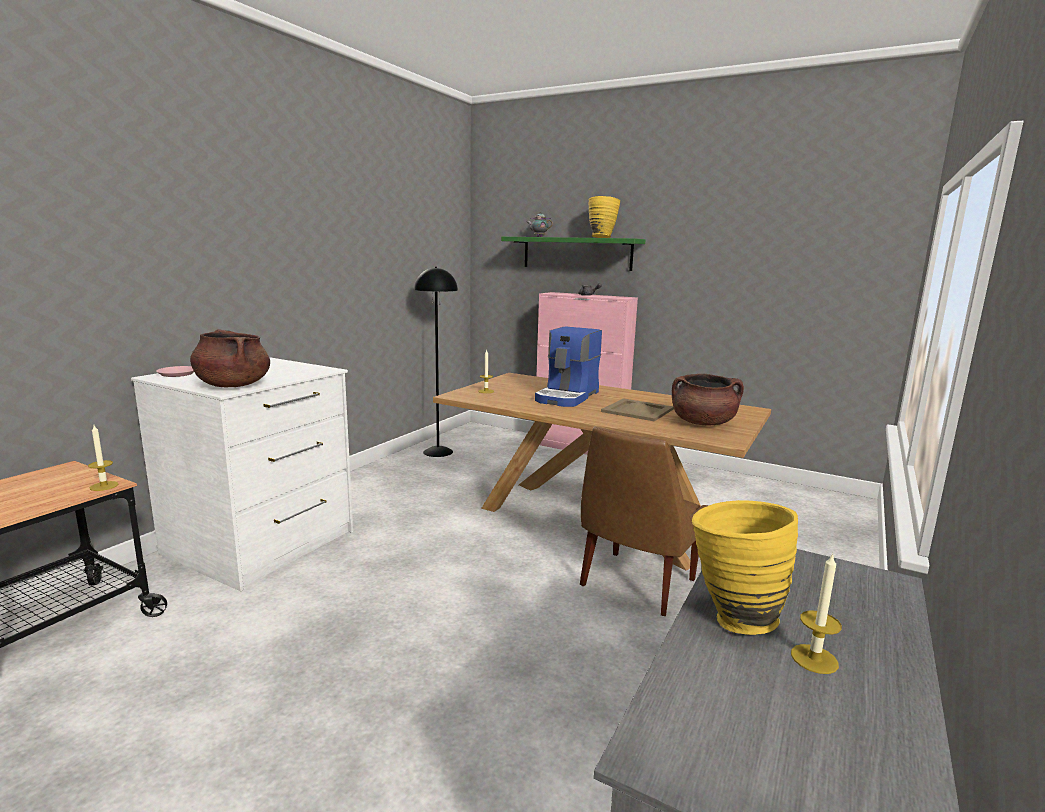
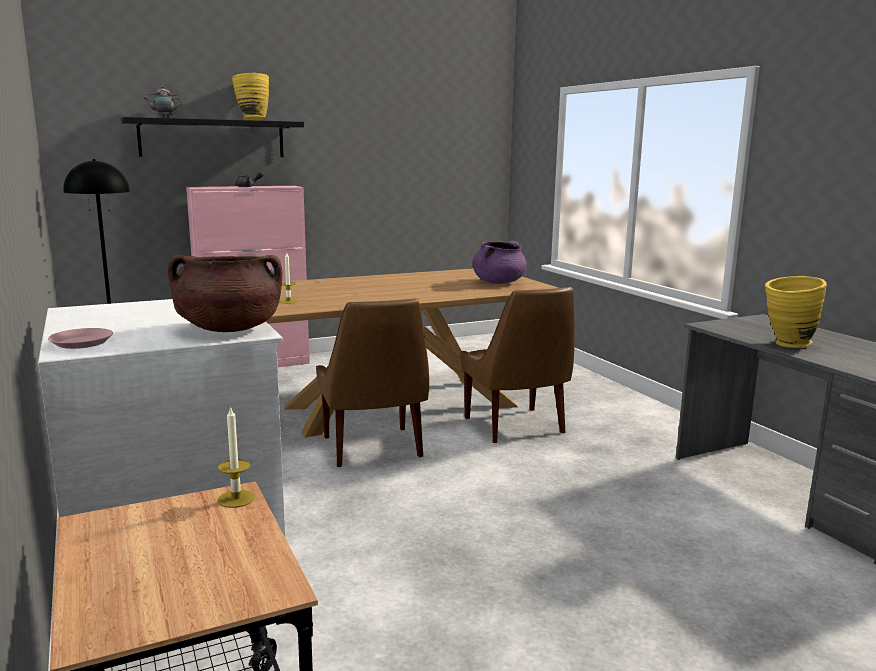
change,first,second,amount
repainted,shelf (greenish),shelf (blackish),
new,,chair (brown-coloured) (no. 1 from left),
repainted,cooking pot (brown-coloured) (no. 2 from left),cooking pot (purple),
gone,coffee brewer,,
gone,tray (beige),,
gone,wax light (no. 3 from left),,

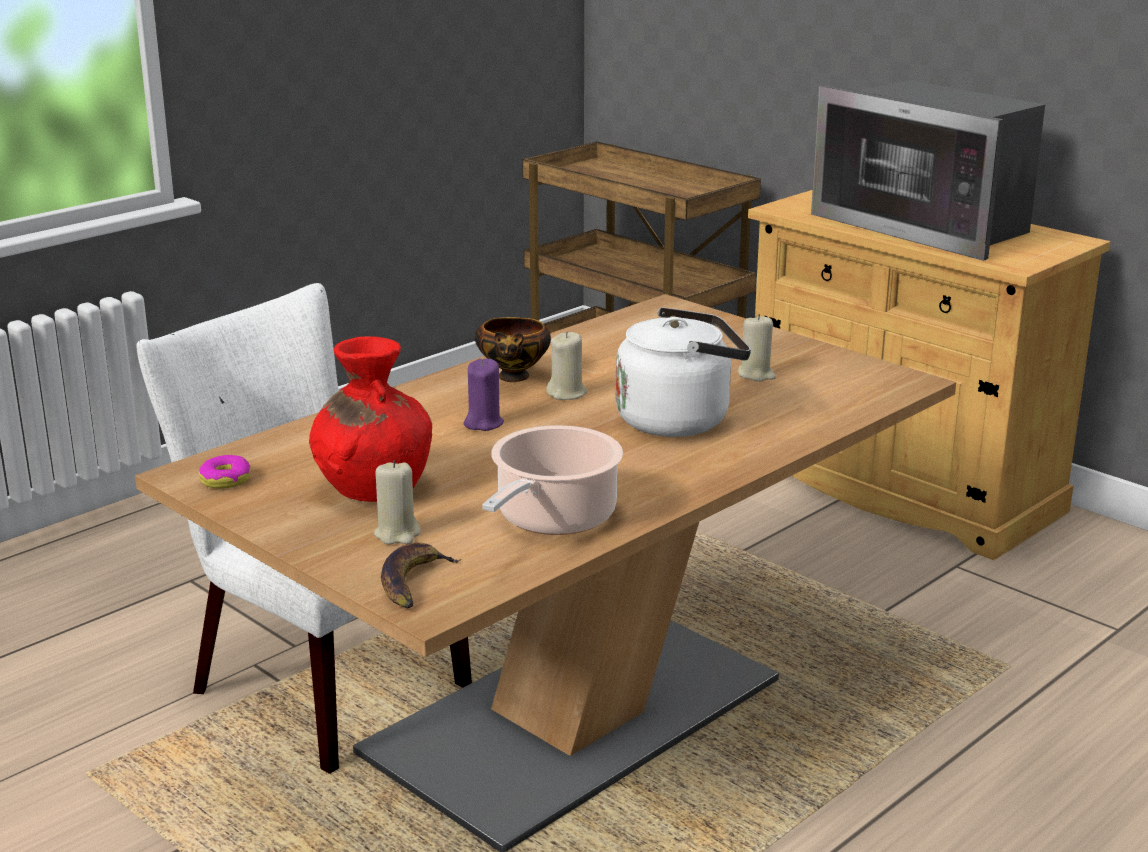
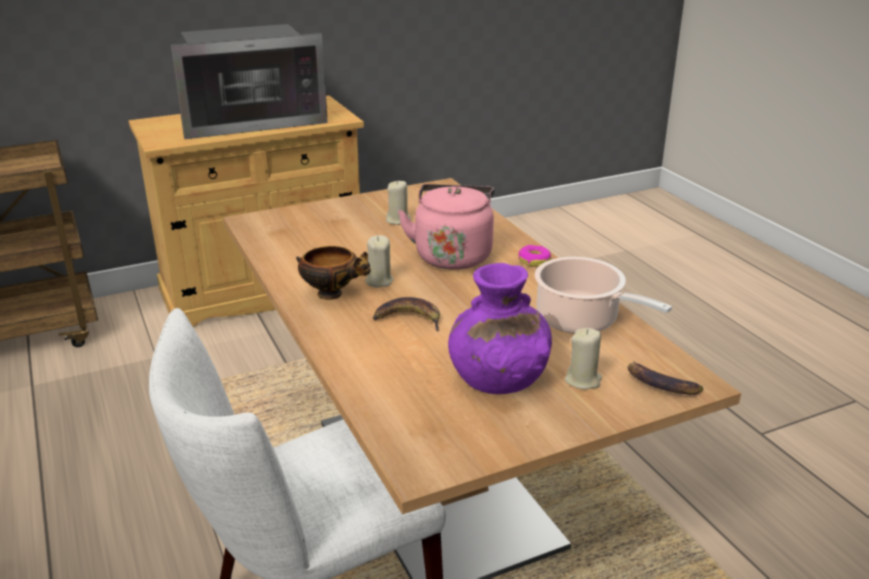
change,first,second,amount
swapped,wax light (purple),banana fruit (no. 1 from left),
repainted,kettle (white-coloured),kettle (pink-coloured),
repainted,decorative vase (reddish),decorative vase (purple),
shifted,donut,,

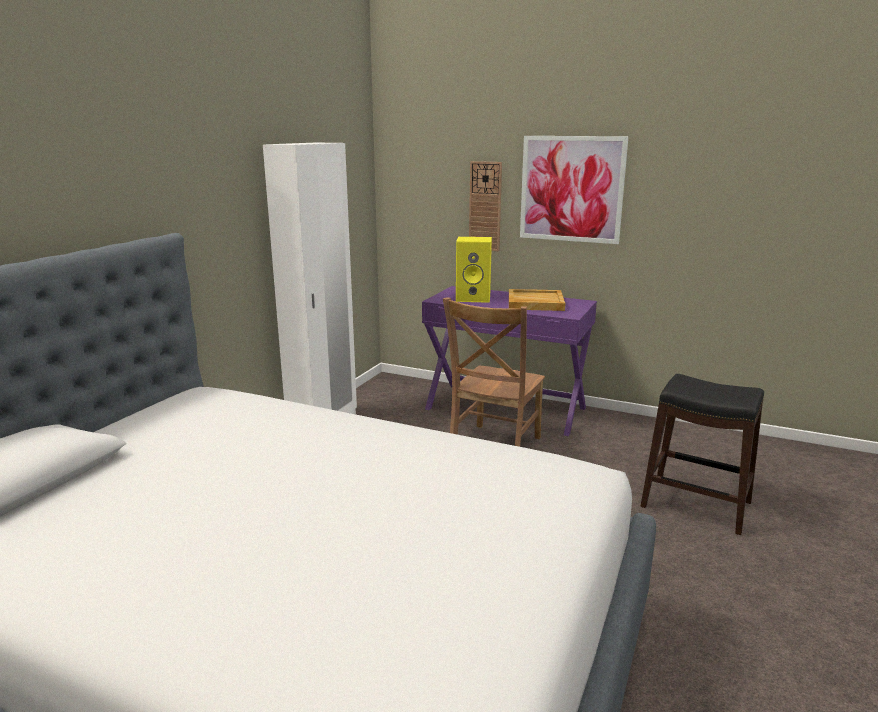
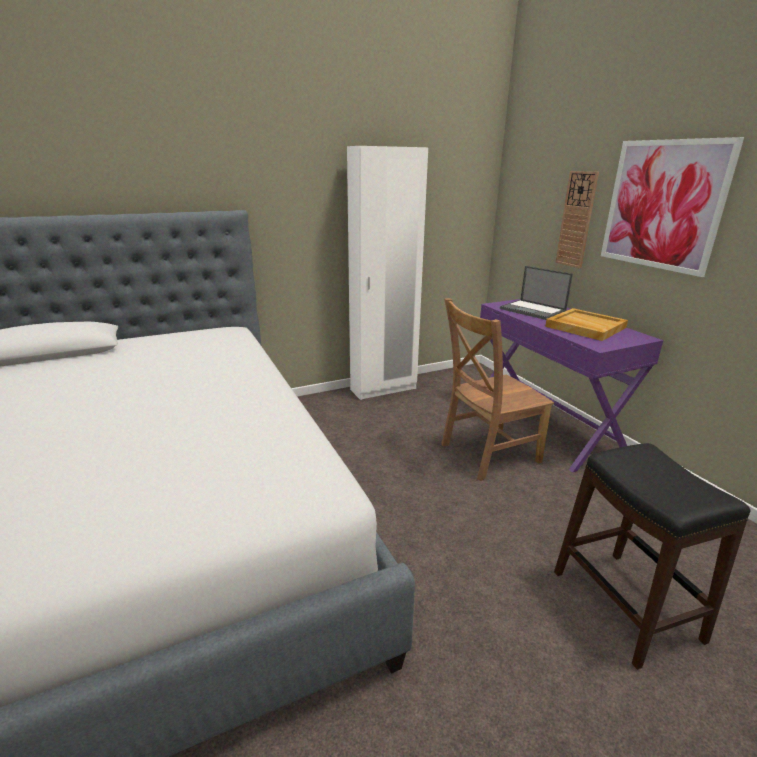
change,first,second,amount
swapped,speaker (yellow),laptop,

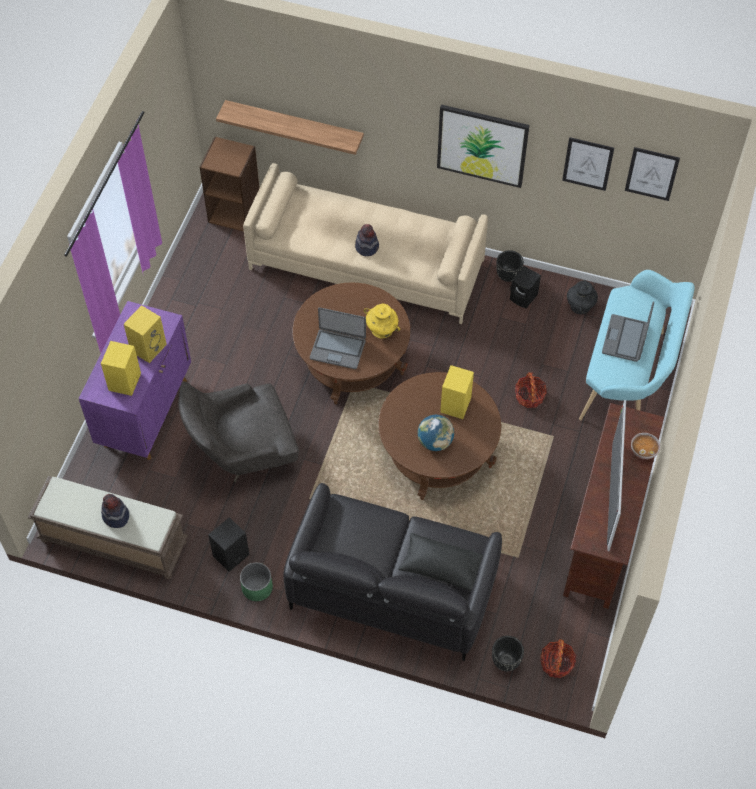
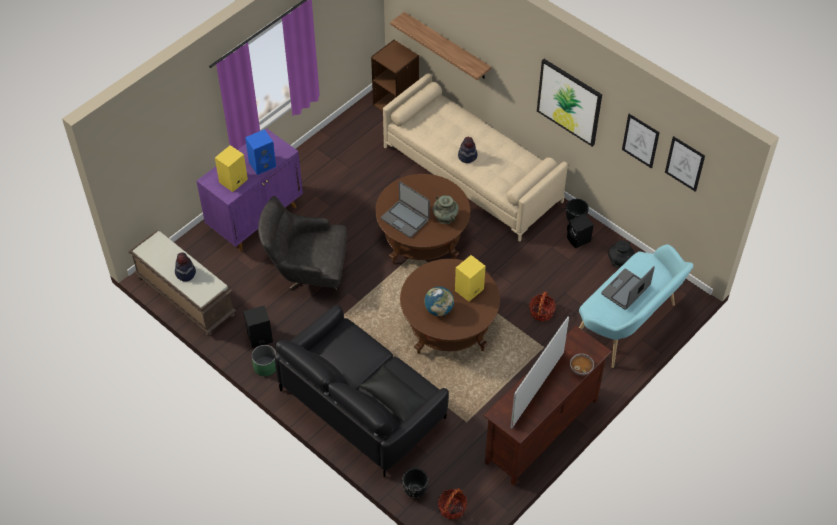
change,first,second,amount
repainted,speaker (yellow) (no. 2 from left),speaker (blue-coloured),
repainted,decorative vase (yellow),decorative vase (blue-green),

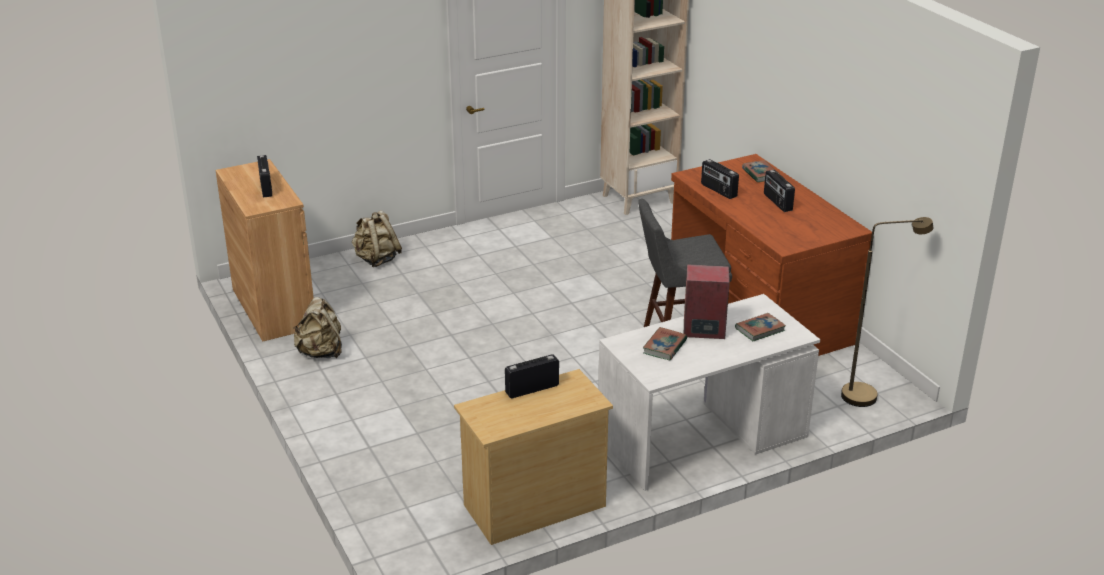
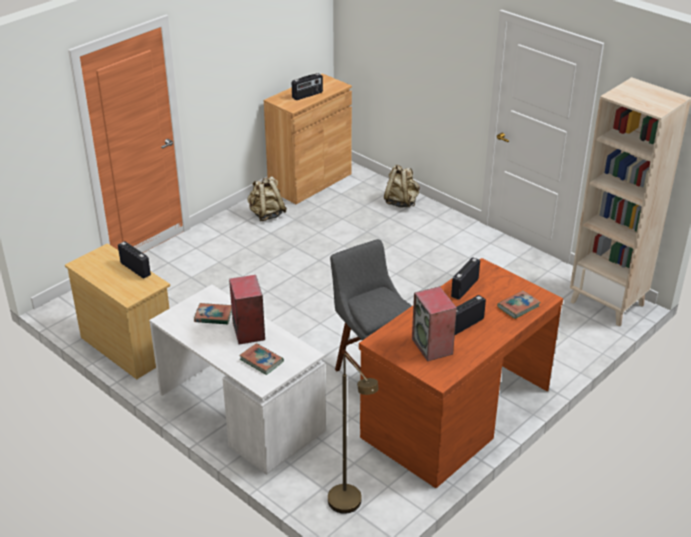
change,first,second,amount
new,,speaker (no. 2 from left),

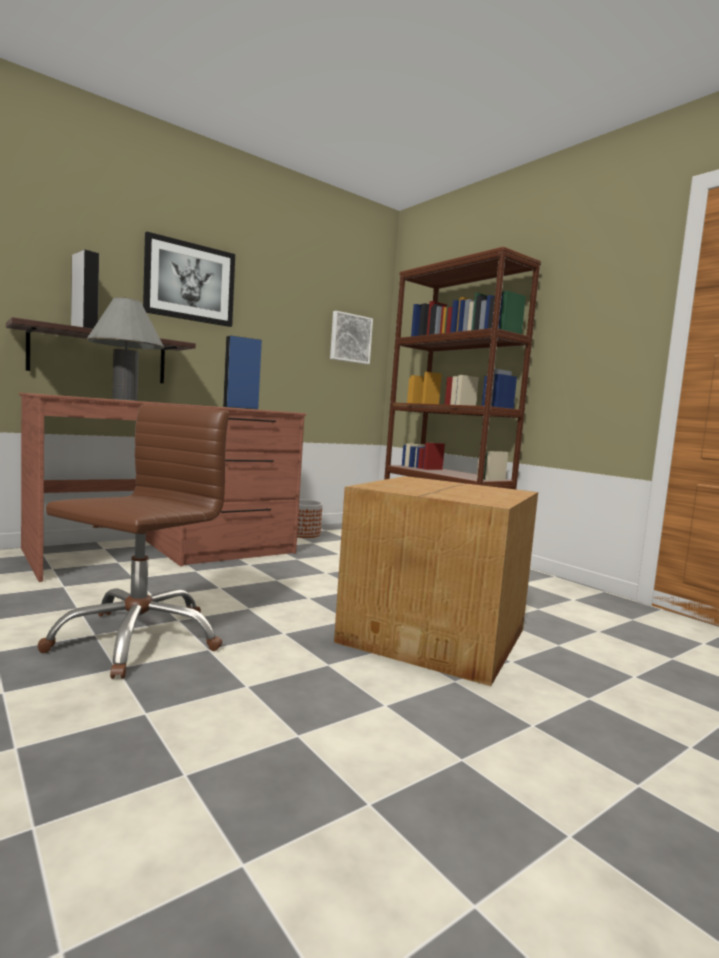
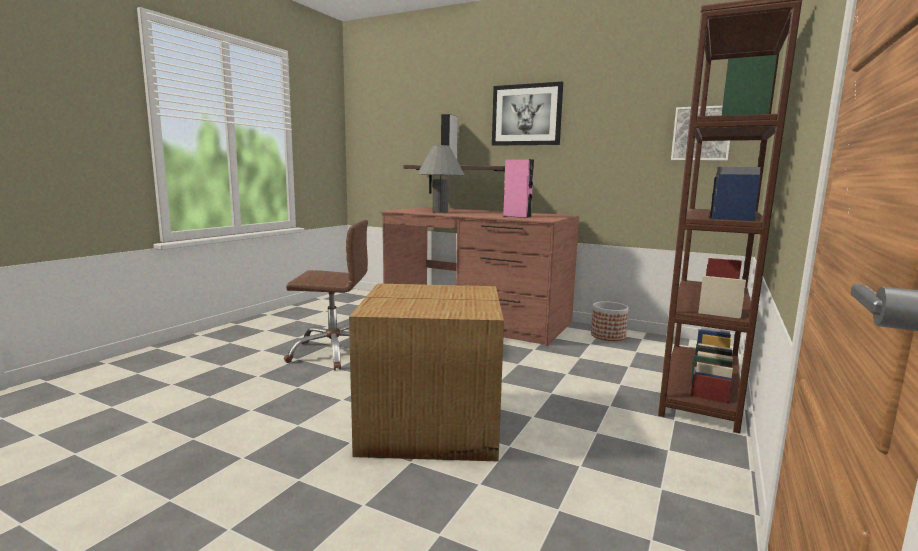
change,first,second,amount
repainted,speaker (blue-coloured),speaker (pink-coloured),

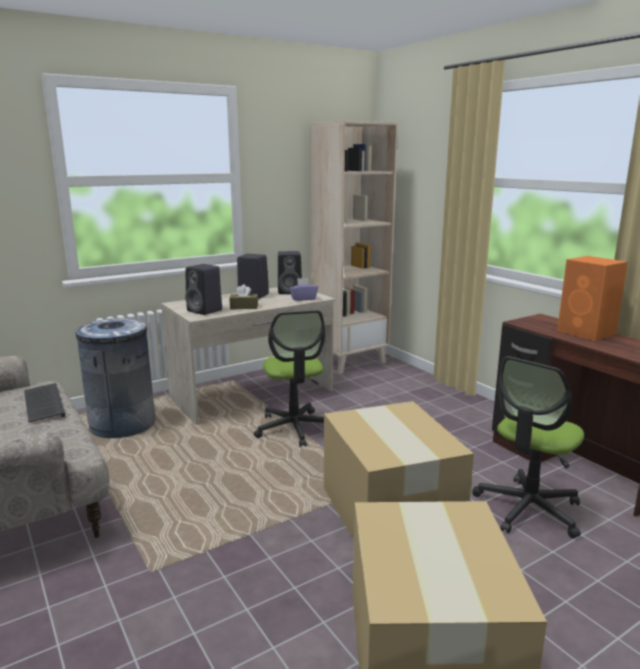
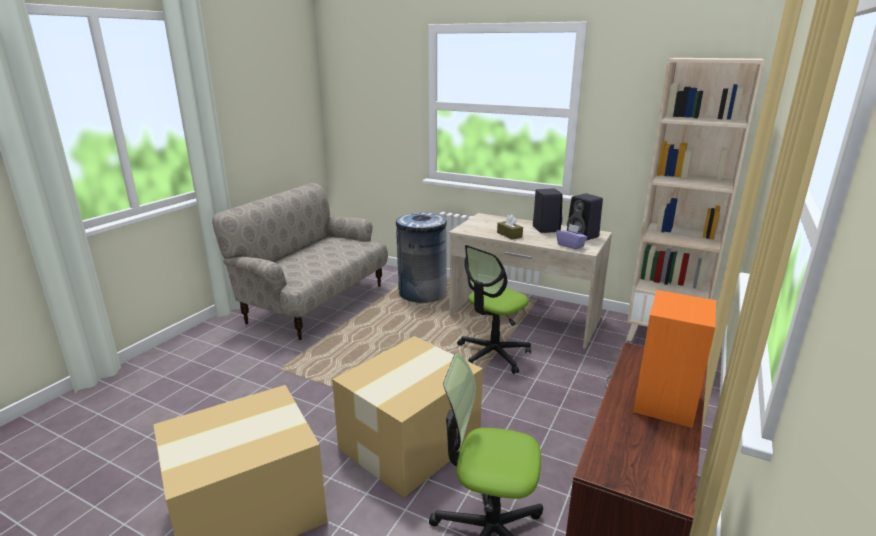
change,first,second,amount
gone,PC keyboard,,
gone,speaker (blackish) (no. 1 from left),,

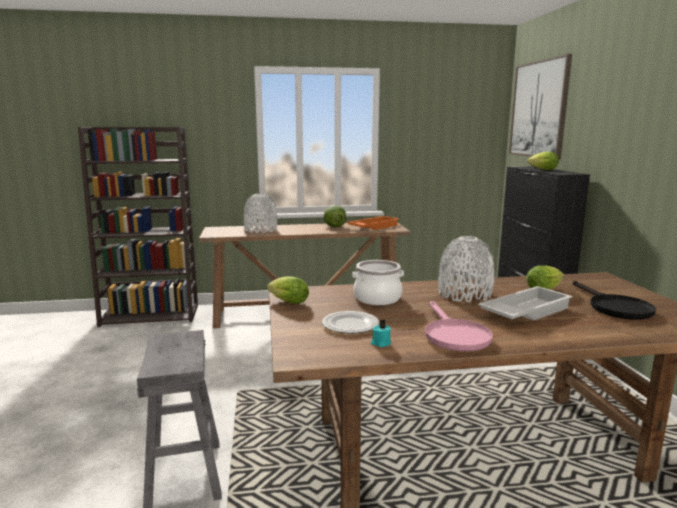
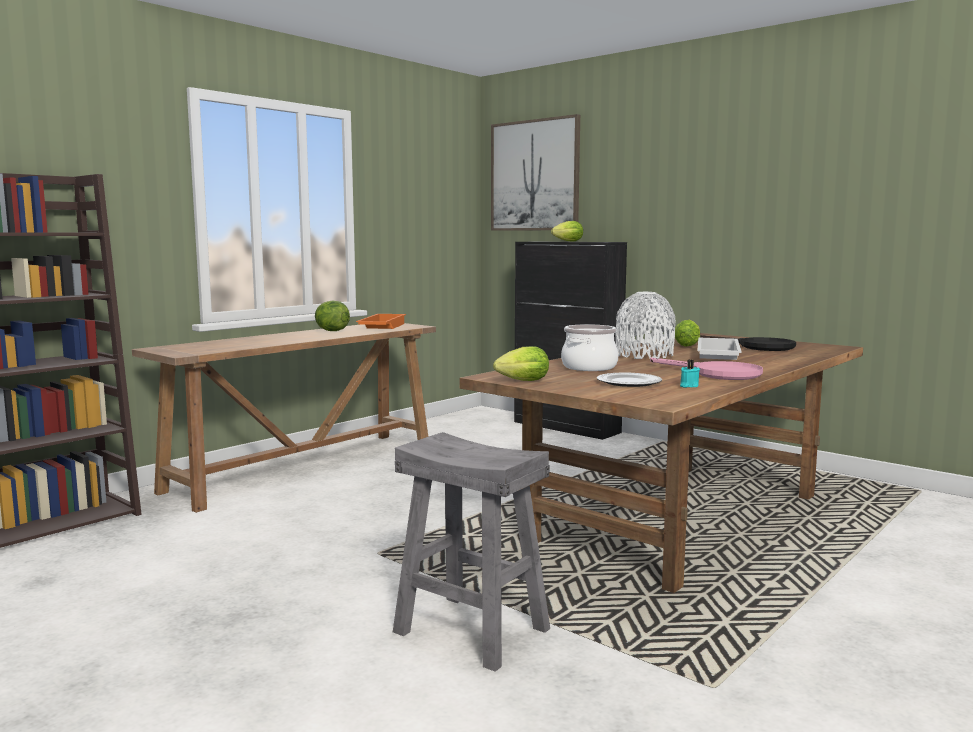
change,first,second,amount
gone,decorative vase (white-coloured) (no. 1 from left),,

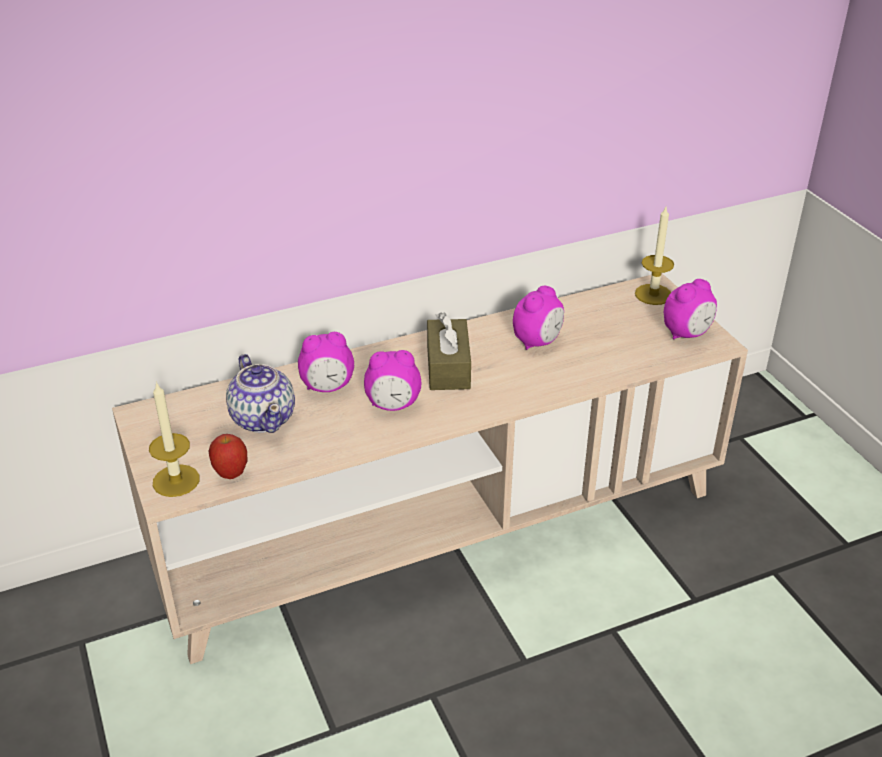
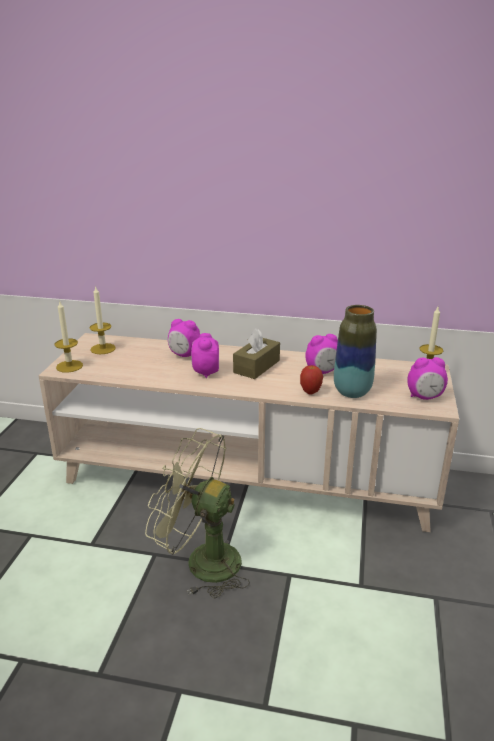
change,first,second,amount
new,,wax light (no. 2 from left),
new,,fan (greenish),
rotated,alarm clock (no. 2 from left),,60 degrees clockwise
shifted,apple fruit,,
new,,decorative vase,
gone,tea pot,,

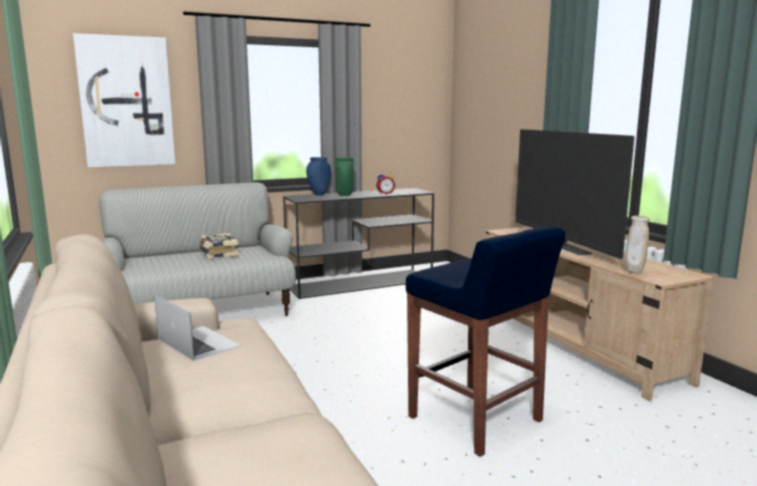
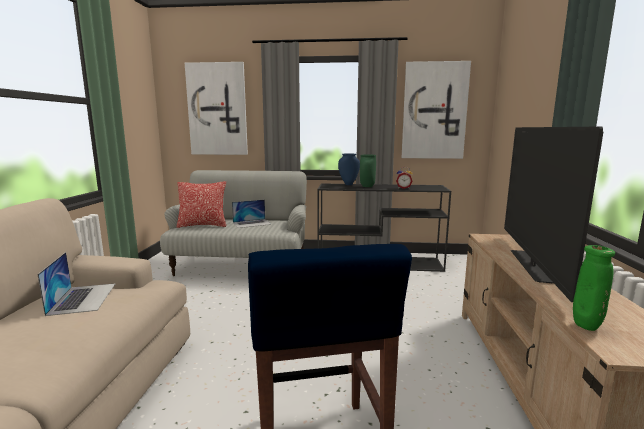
change,first,second,amount
new,,cushion,
swapped,bound book,laptop (no. 2 from left),
new,,picture (no. 2 from left),
repainted,decorative vase (beige),decorative vase (greenish) (no. 2 from left),

